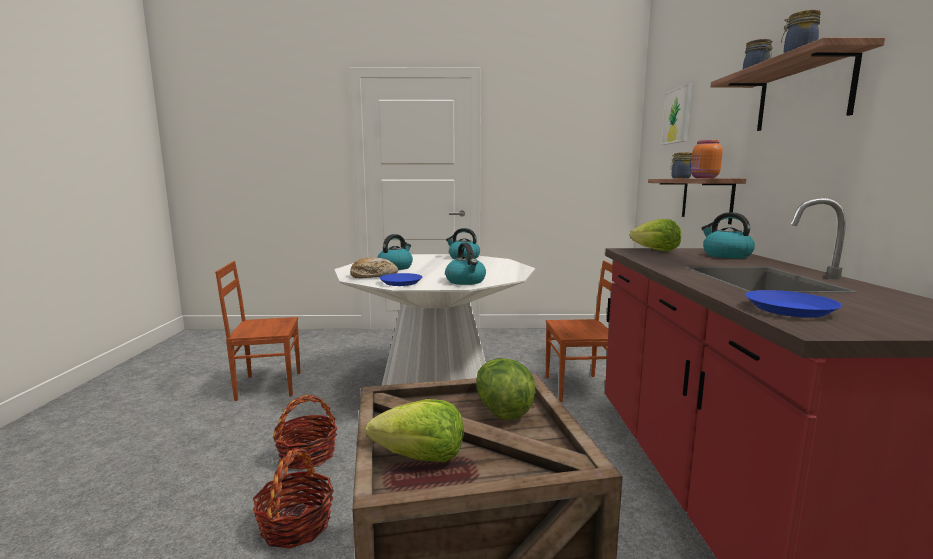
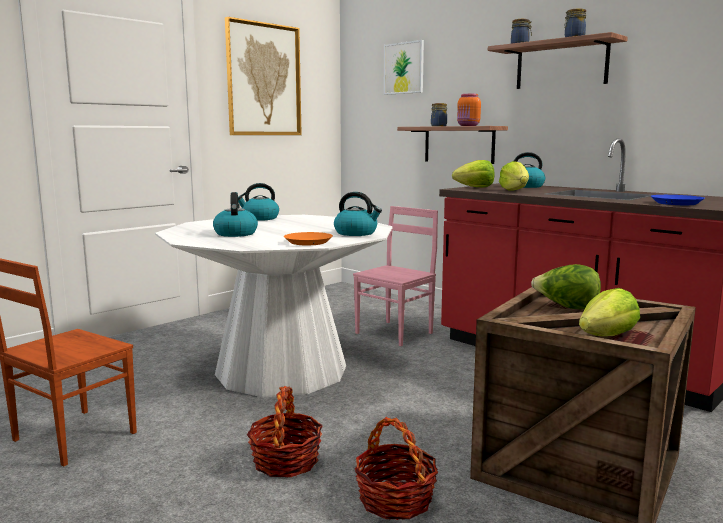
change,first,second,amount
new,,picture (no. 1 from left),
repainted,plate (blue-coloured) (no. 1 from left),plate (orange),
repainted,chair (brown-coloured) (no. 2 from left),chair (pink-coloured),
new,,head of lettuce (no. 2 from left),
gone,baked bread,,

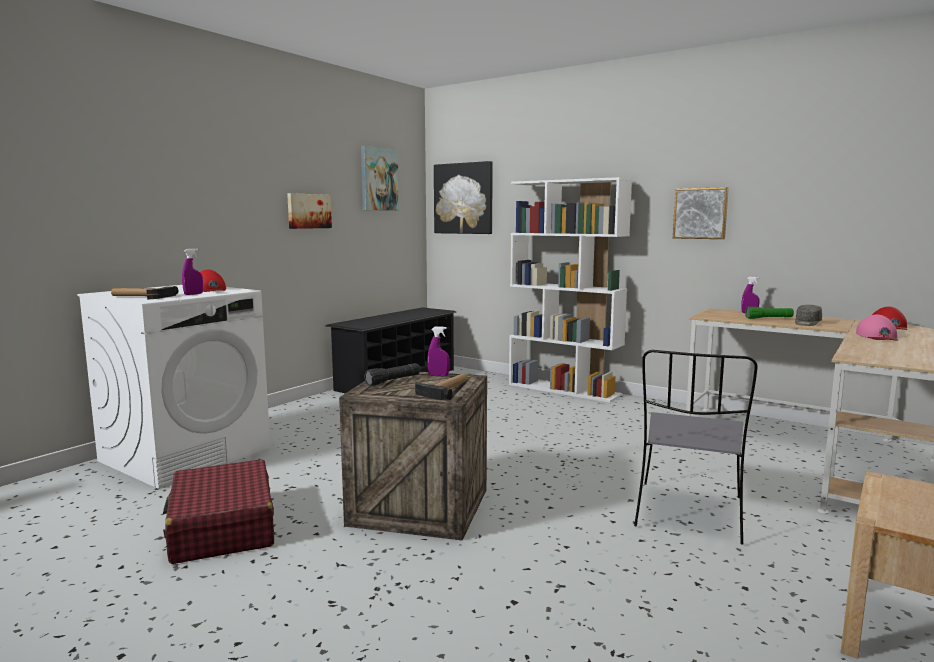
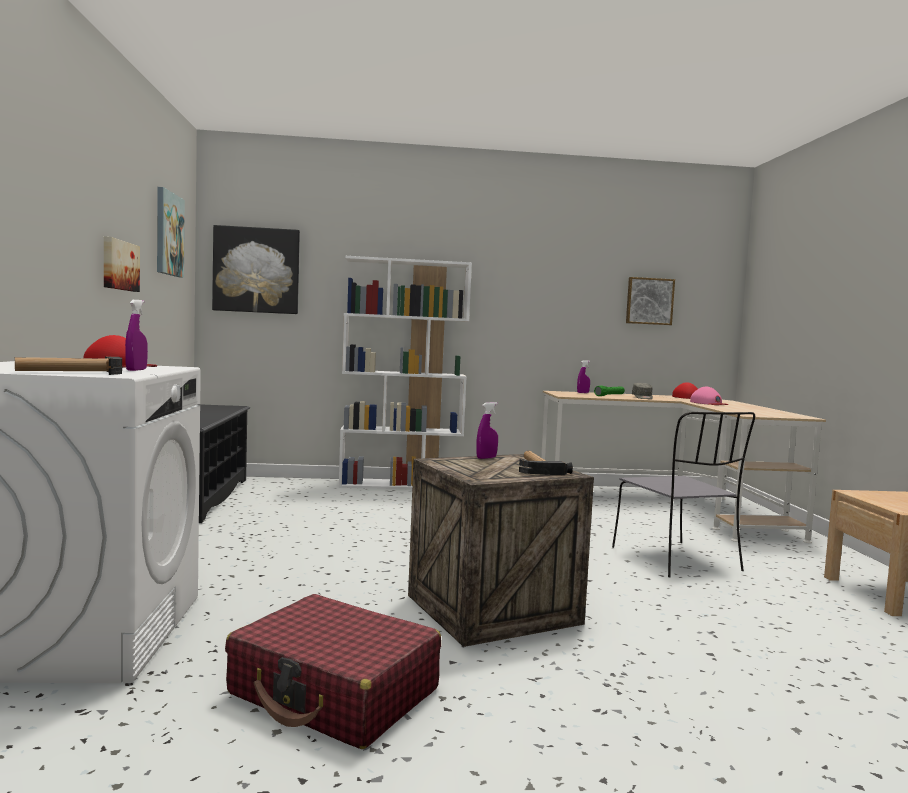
change,first,second,amount
shifted,picture (no. 4 from left),,
gone,hand torch (blackish),,

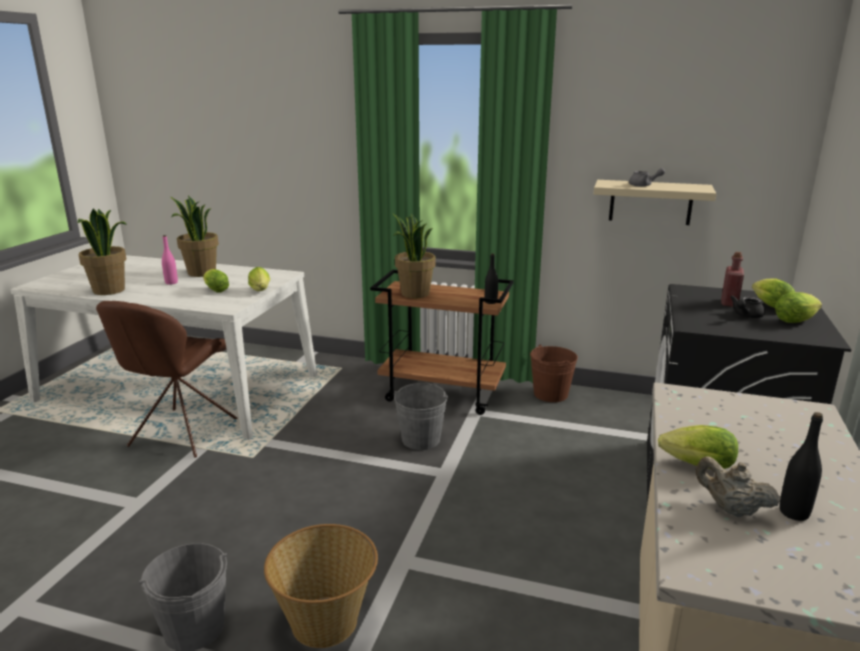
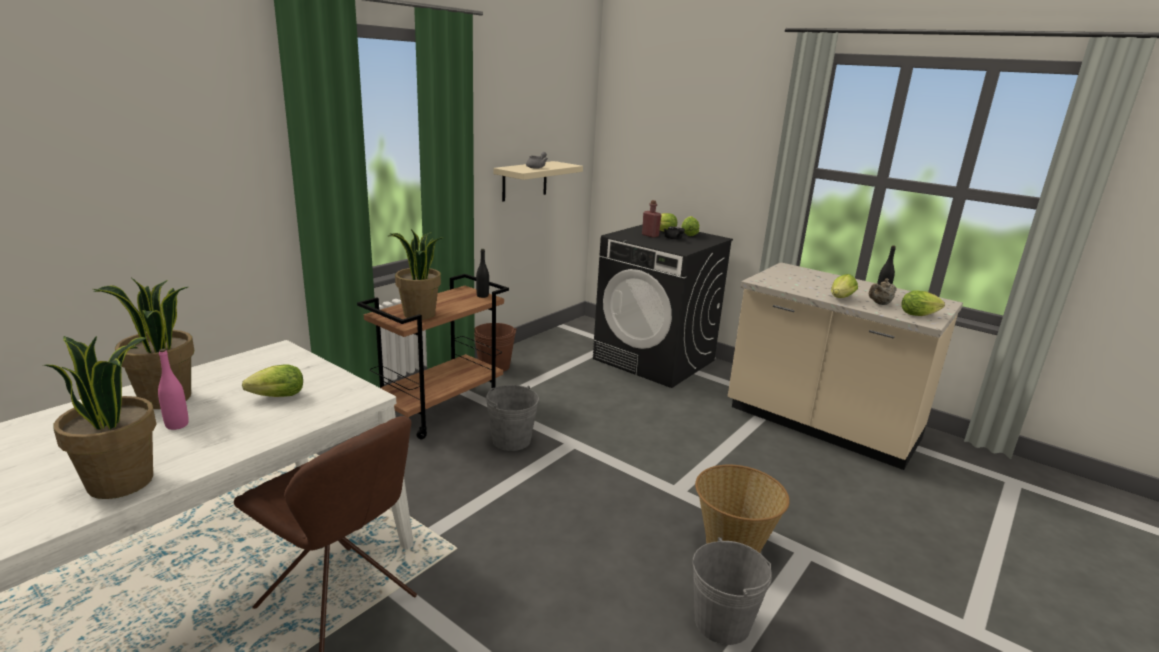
change,first,second,amount
shifted,head of lettuce (no. 2 from left in the first image),head of lettuce (no. 5 from left),

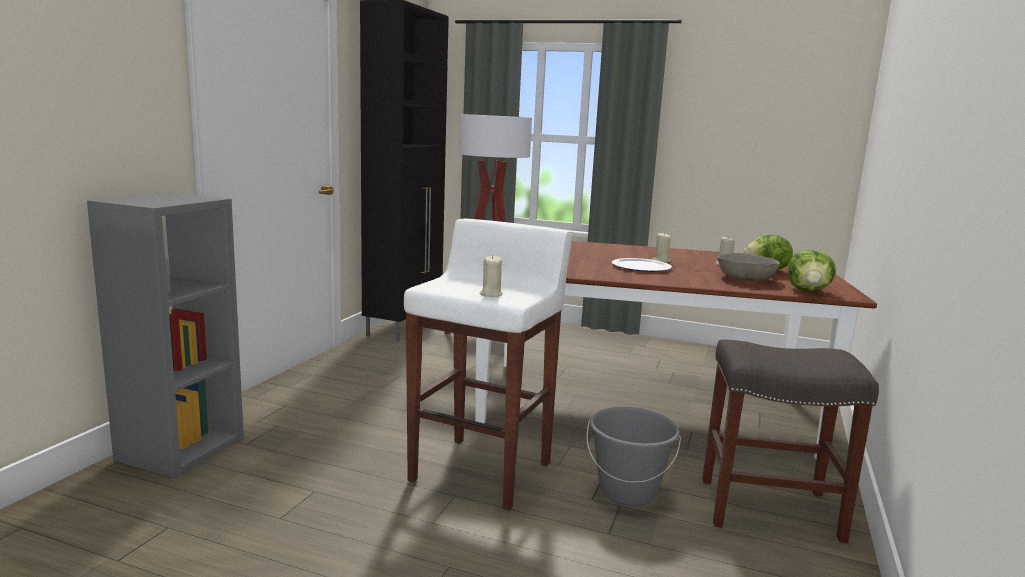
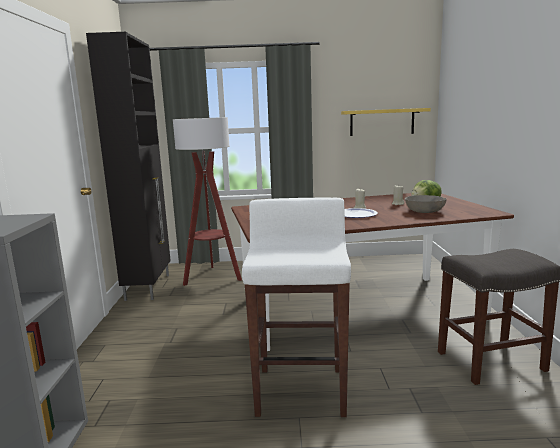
change,first,second,amount
new,,shelf (yellow),
gone,wax light (beige) (no. 1 from left),,
gone,water bucket (grey),,
gone,head of lettuce (no. 2 from left),,

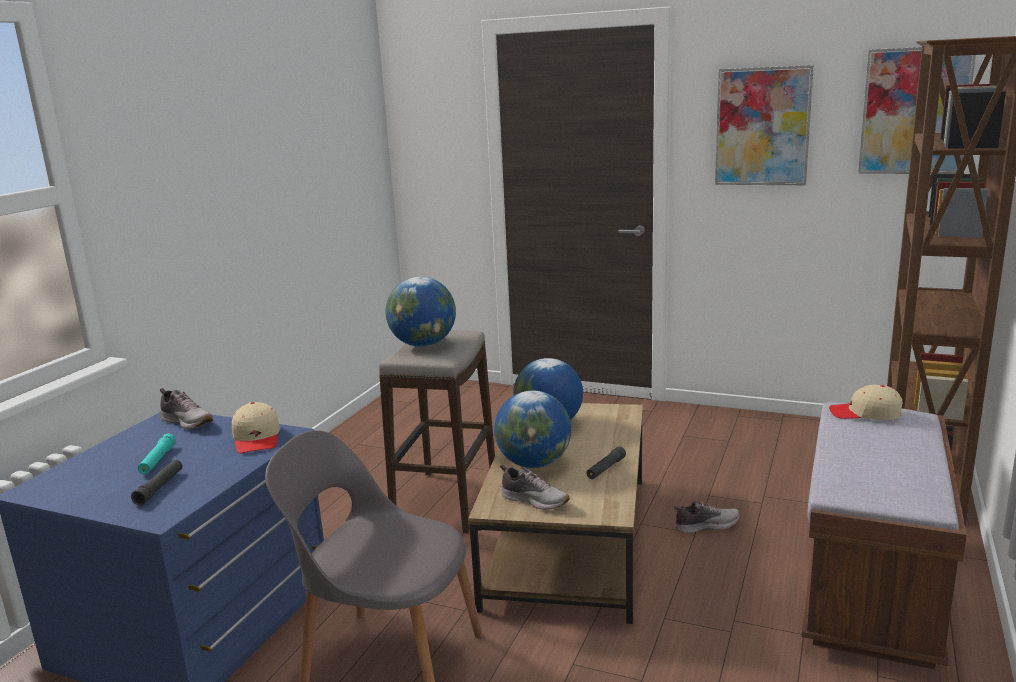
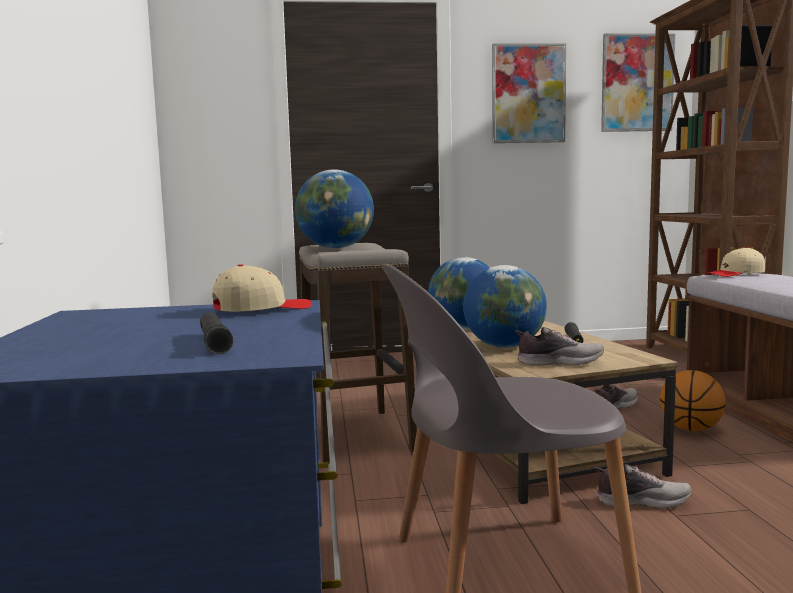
change,first,second,amount
rotated,cap (beige) (no. 1 from left),,75 degrees counterclockwise
shifted,low shoe (no. 1 from left in the first image),low shoe (no. 3 from left),
new,,ball for basketball,
gone,hand torch (blue-green),,

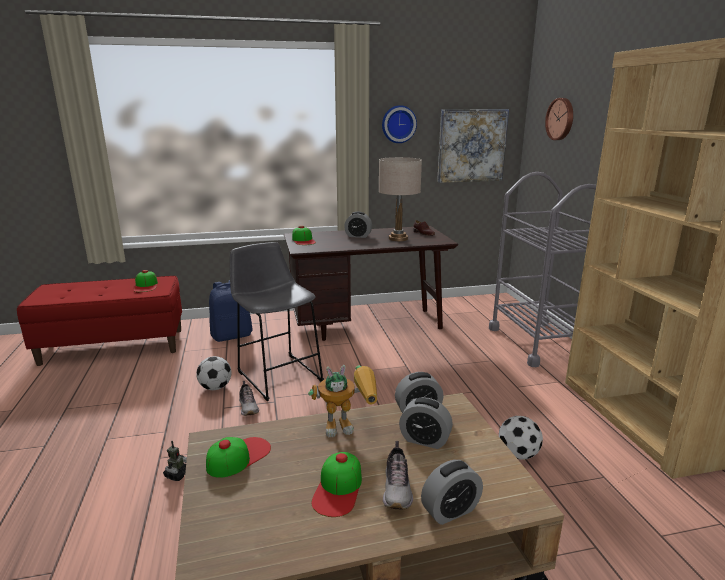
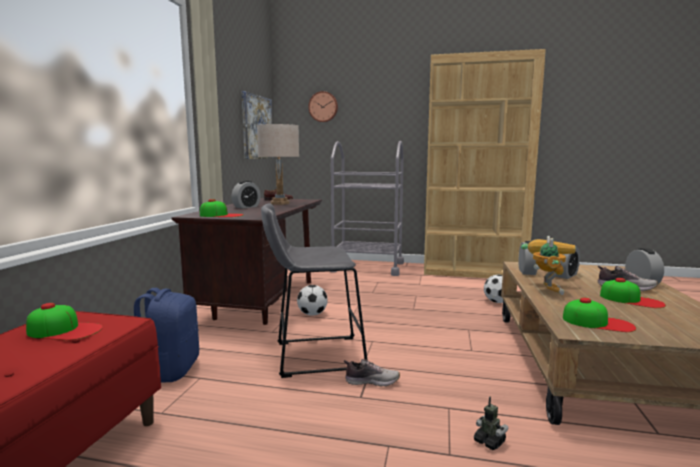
change,first,second,amount
shifted,football (no. 1 from left),,
rotated,cap (no. 2 from left in the first image),cap (no. 3 from left),135 degrees clockwise
gone,hanging clock (no. 1 from left),,

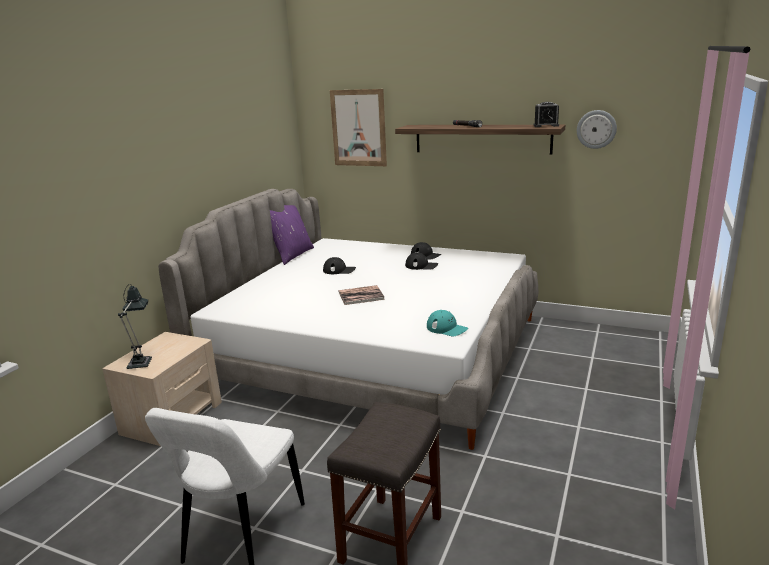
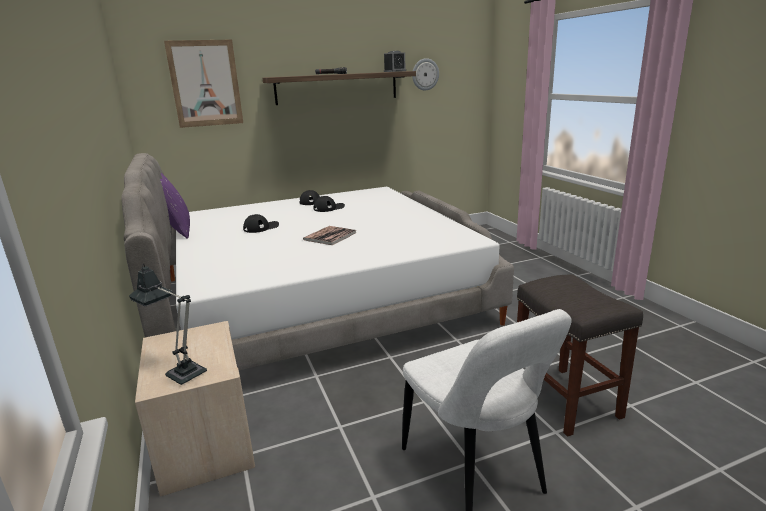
change,first,second,amount
gone,cap (blue-green),,

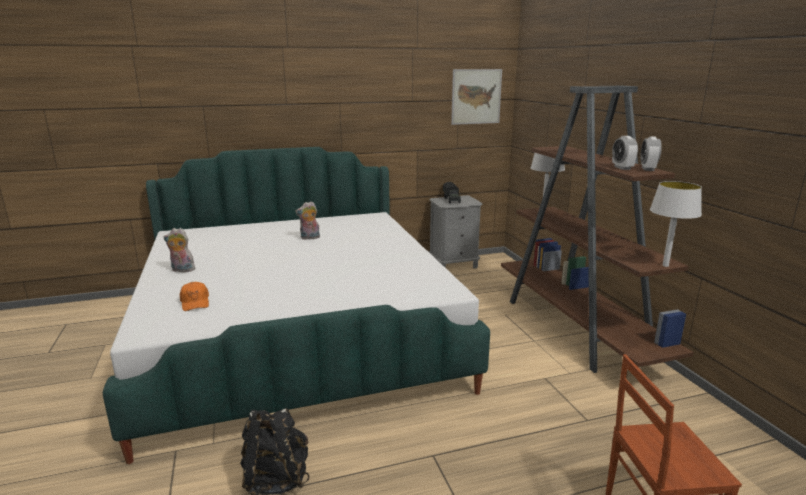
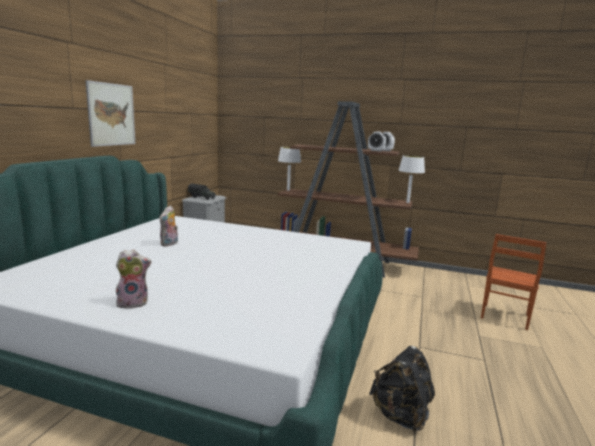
change,first,second,amount
shifted,picture,,
rotated,plush toy (no. 1 from left),,150 degrees counterclockwise
gone,cap (orange),,

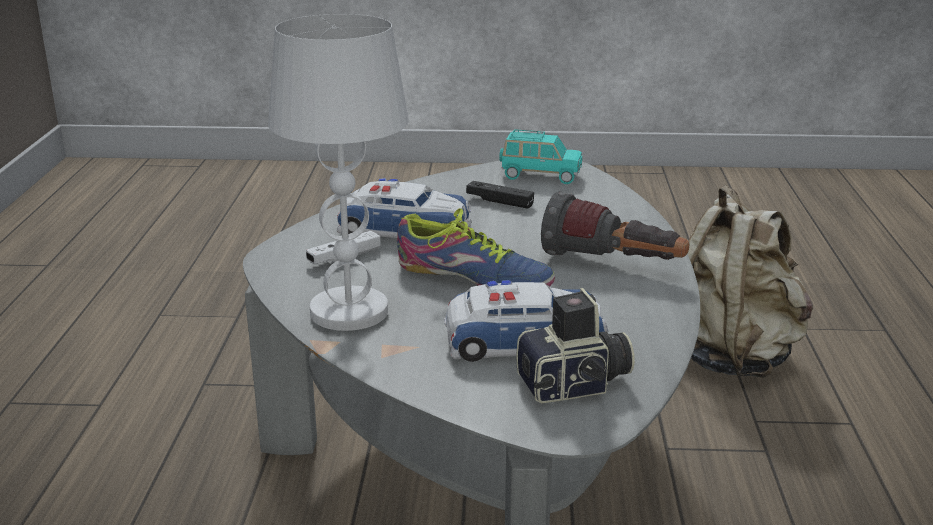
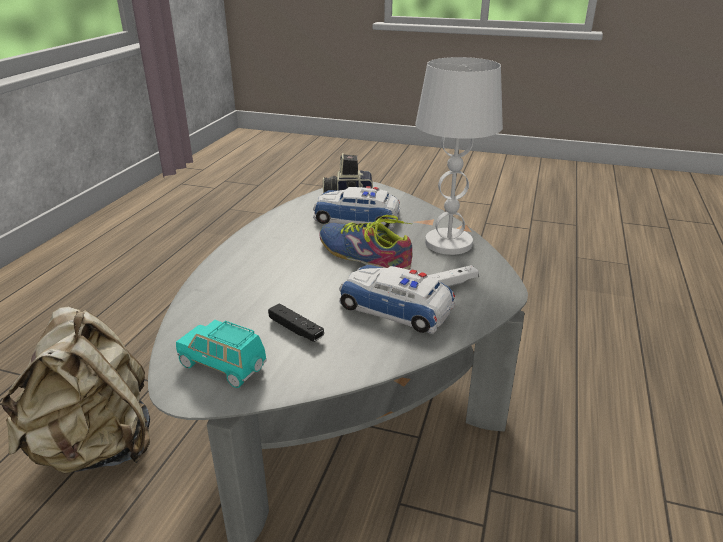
change,first,second,amount
gone,hand torch,,

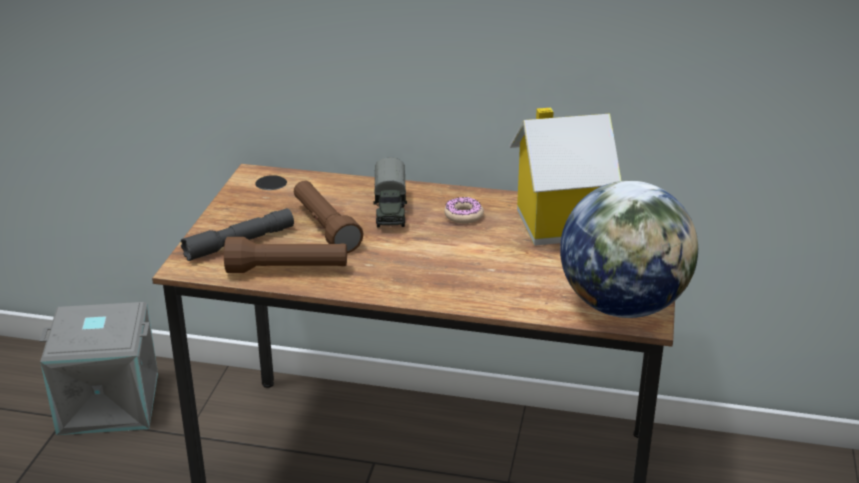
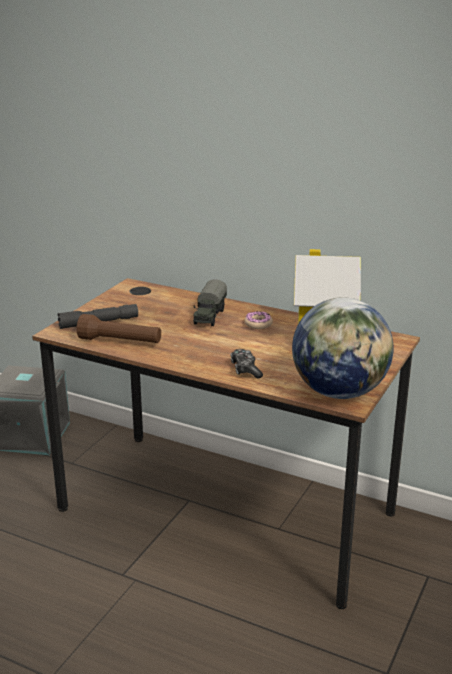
change,first,second,amount
new,,joypad,
gone,hand torch (brown-coloured) (no. 2 from left),,

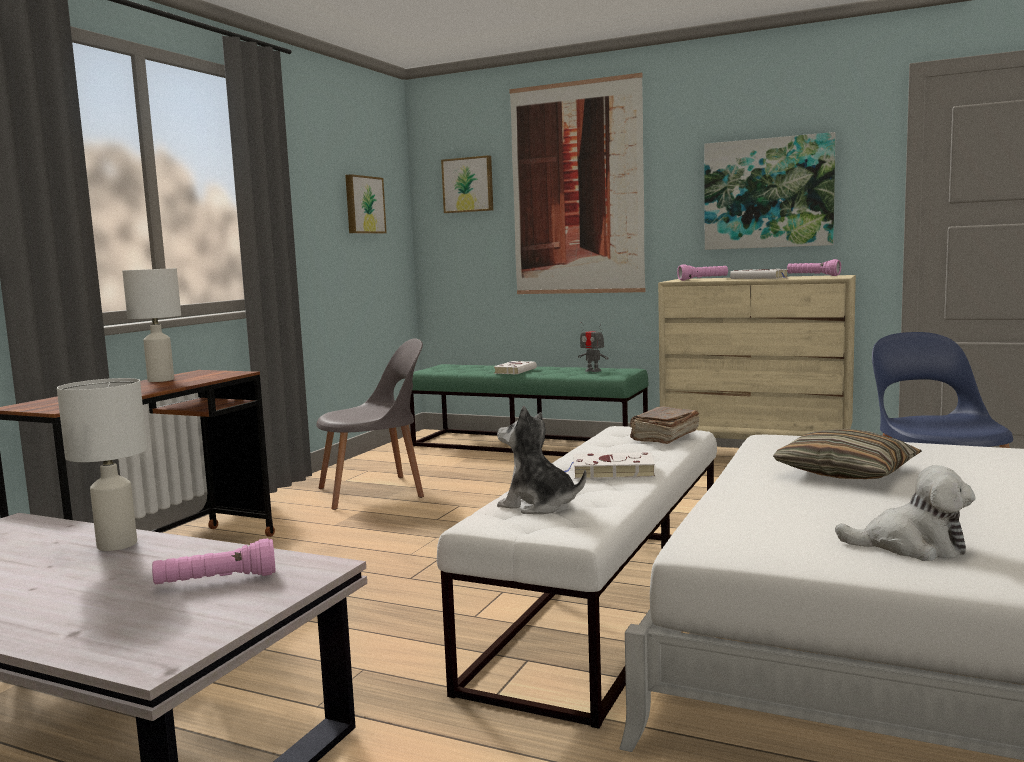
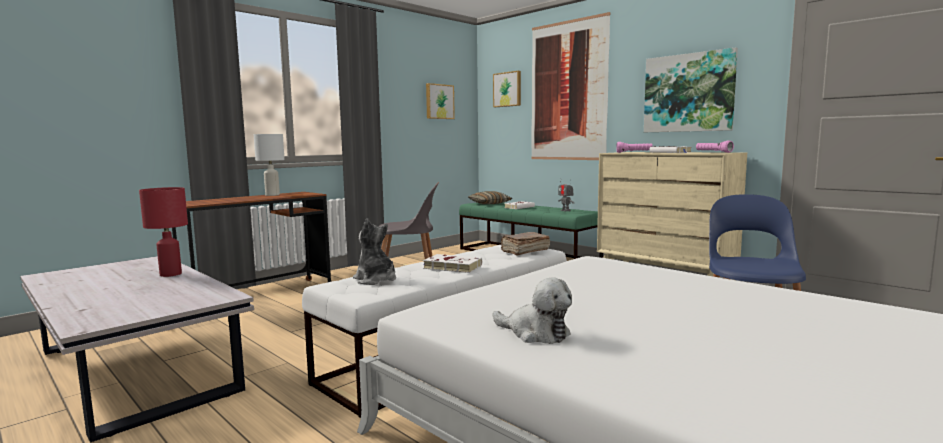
change,first,second,amount
repainted,lamp for a table (white-coloured) (no. 1 from left),lamp for a table (reddish),
shifted,cushion,,
gone,hand torch (pink-coloured) (no. 1 from left),,

